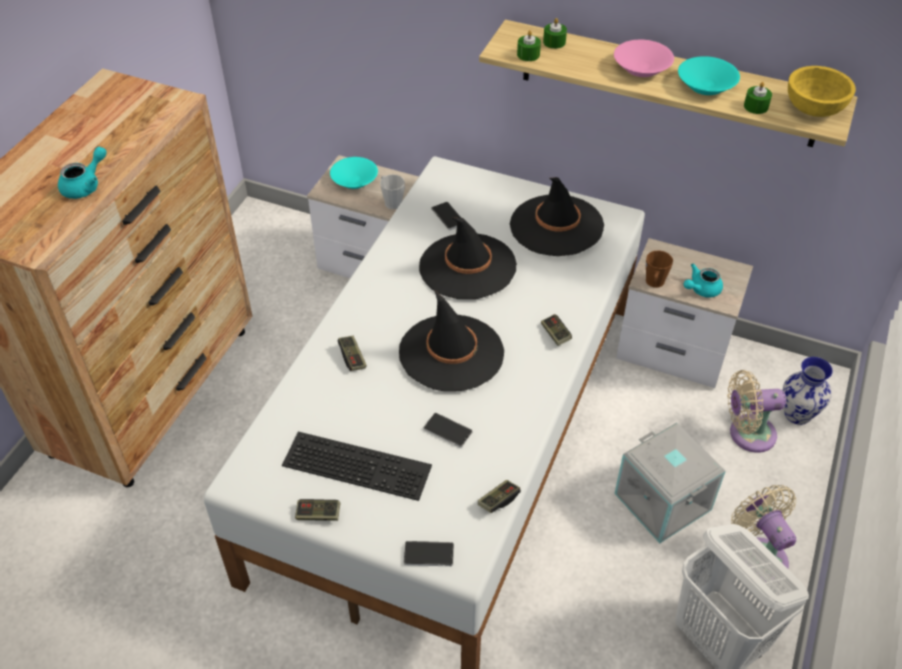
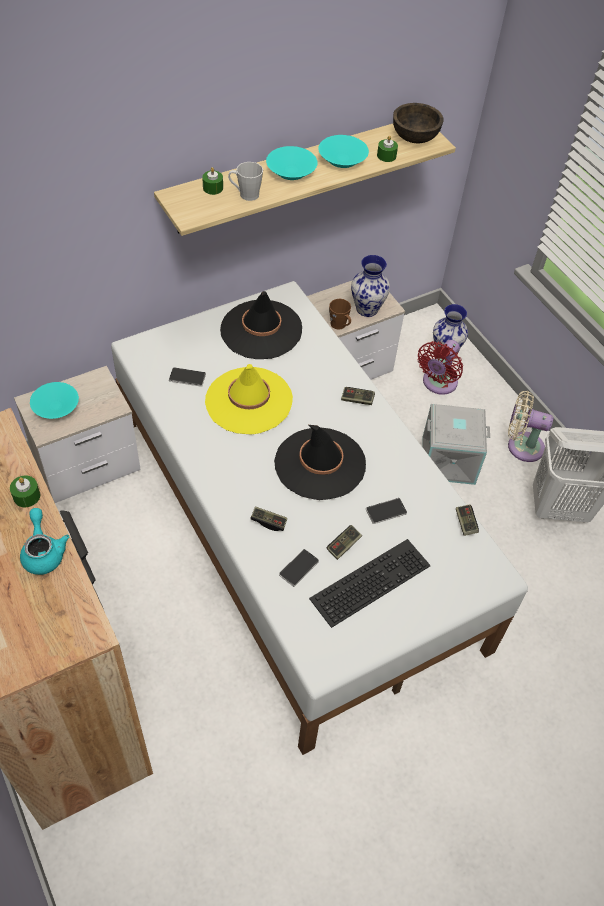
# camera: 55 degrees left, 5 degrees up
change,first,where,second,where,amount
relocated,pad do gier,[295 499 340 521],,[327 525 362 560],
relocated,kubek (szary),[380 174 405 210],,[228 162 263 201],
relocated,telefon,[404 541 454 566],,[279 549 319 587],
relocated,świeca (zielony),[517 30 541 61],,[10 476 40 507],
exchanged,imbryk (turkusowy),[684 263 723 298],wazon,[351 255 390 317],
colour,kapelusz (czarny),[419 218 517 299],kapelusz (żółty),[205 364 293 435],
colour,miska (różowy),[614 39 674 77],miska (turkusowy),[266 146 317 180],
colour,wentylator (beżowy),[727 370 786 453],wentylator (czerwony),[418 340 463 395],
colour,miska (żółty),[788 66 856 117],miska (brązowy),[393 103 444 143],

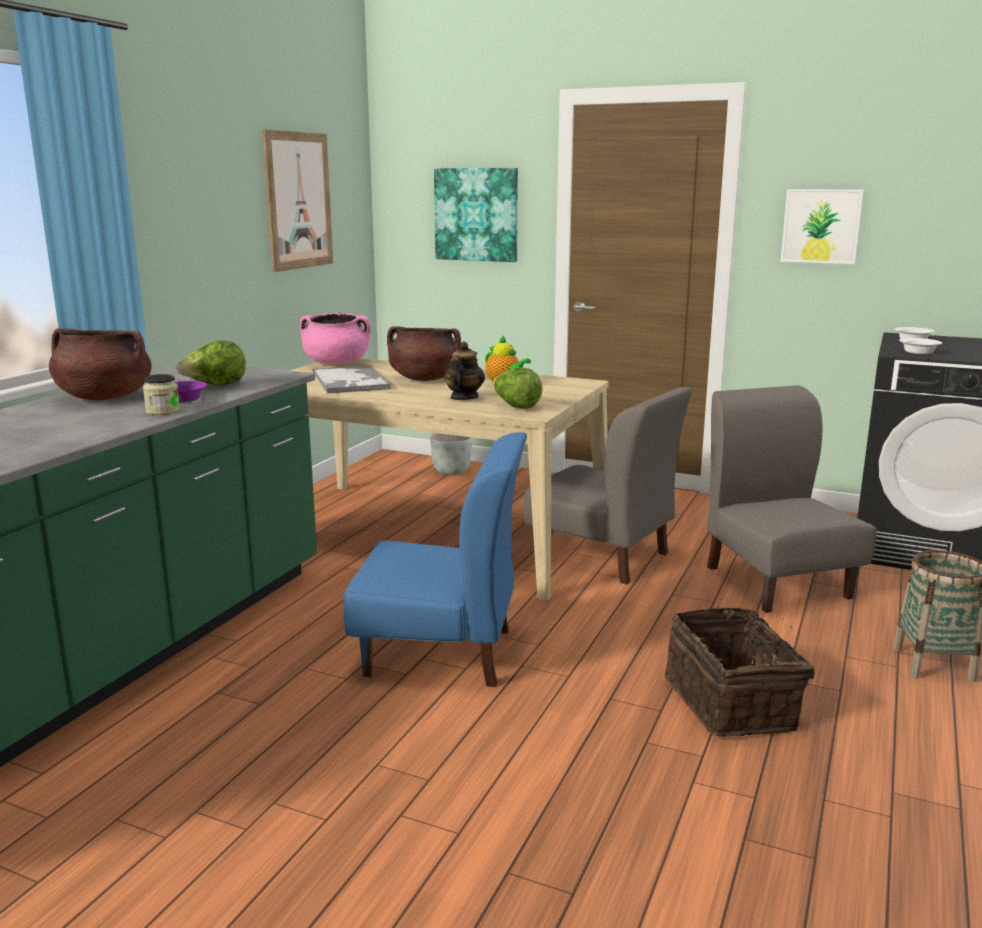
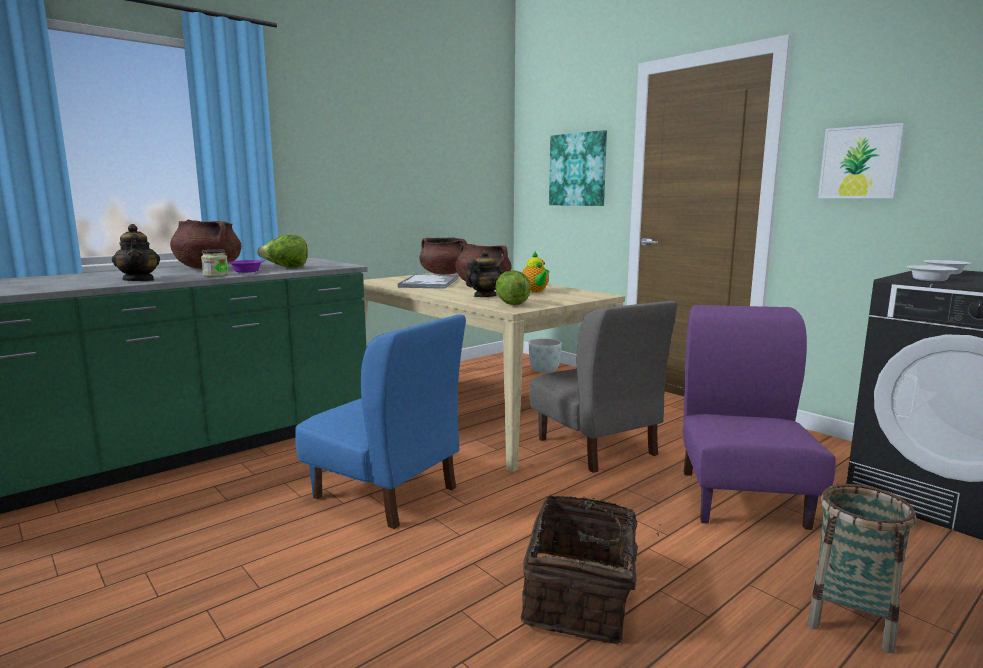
# camera: 25 degrees right, 5 degrees down
change,first,where,second,where,amount
missing,obraz,[262 130 333 272],,,
appeared,,,imbryk,[112 224 160 281],
colour,garnek (różowy),[300 313 371 364],garnek (brązowy),[419 238 467 275],
colour,krzesło (szary),[707 385 876 613],krzesło (fioletowy),[683 305 836 530],

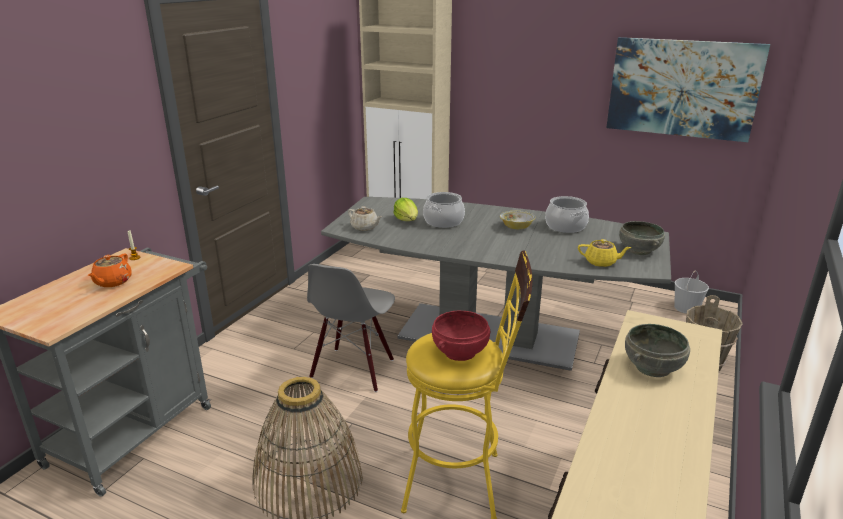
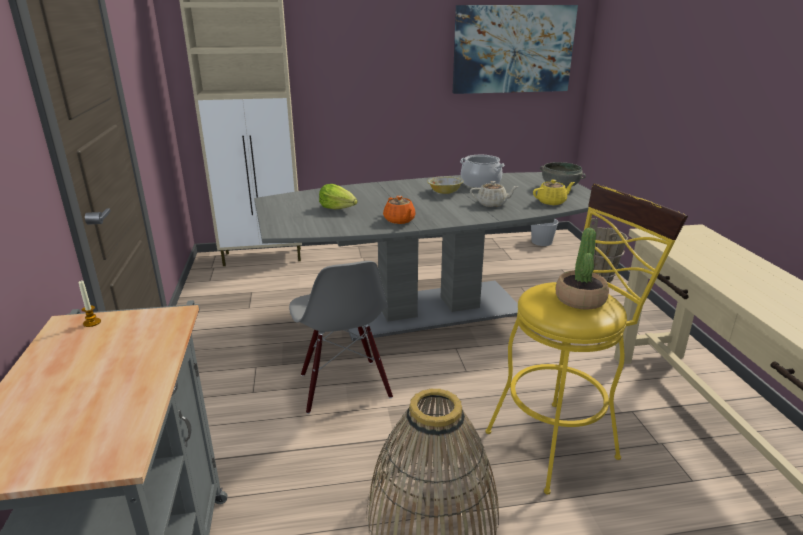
# camera: 35 degrees left, 0 degrees up
change,first,where,second,where,amount
missing,garnek,[423 192 465 228],,,
missing,miska (szary),[625 324 690 377],,,
relocated,imbryk (pomarańczowy),[88 254 132 287],,[383 196 416 224],
relocated,imbryk (beżowy),[348 206 383 231],,[470 181 519 207],
exchanged,miska (czerwony),[432 311 490 361],roślina doniczkowa,[556 228 609 310],

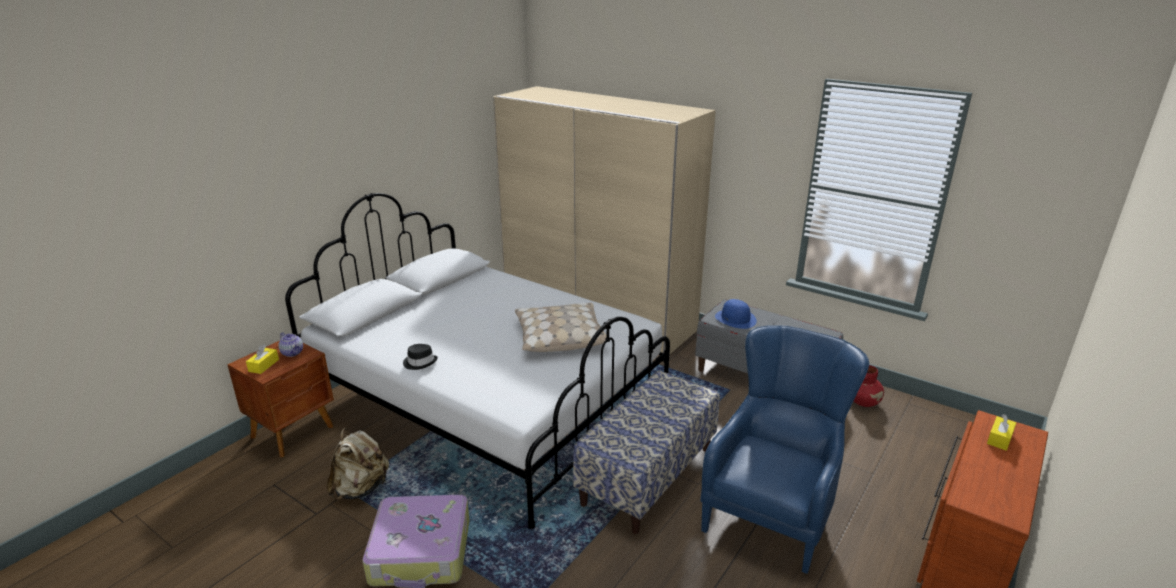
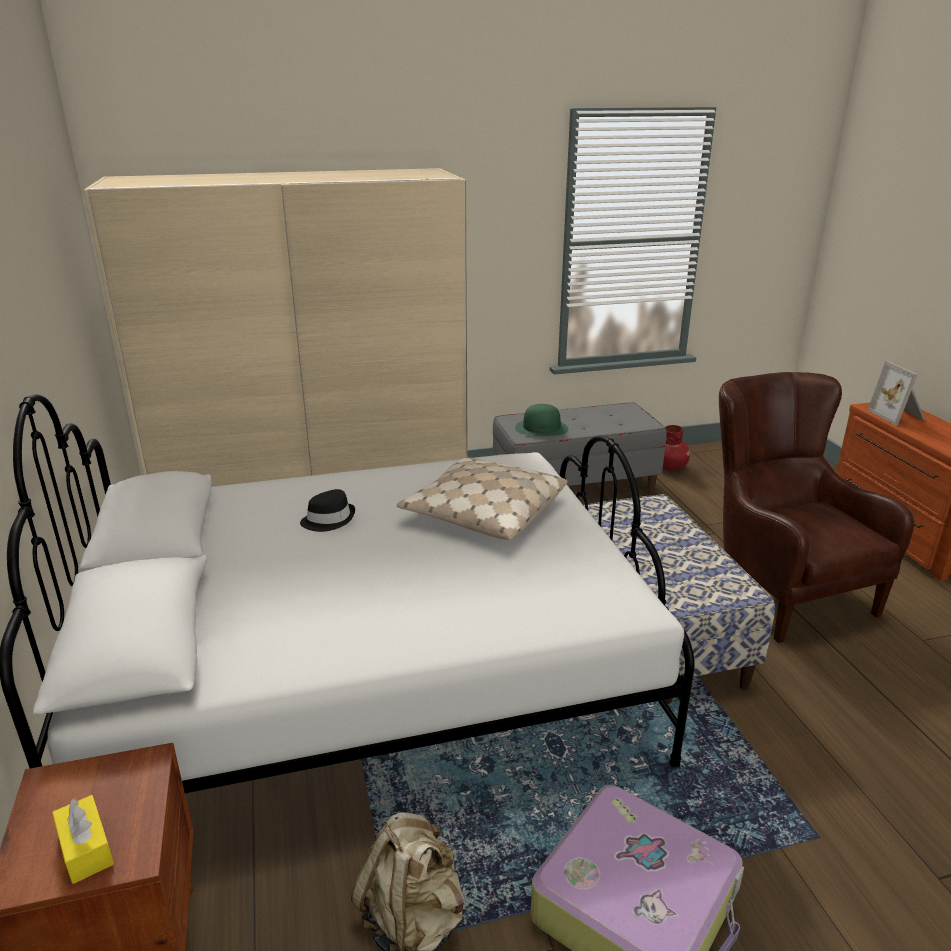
# camera: 50 degrees left, 0 degrees up
change,first,where,second,where,amount
missing,imbryk,[278 333 303 357],,,
relocated,kapelusz (czarny),[403 344 438 370],,[300 489 355 532],
exchanged,pudełko chusteczek (żółty),[987 414 1016 451],ramka na zdjęcie,[868 361 925 425],
colour,fotel (niebieski),[700 325 869 574],fotel (brązowy),[719 372 915 643],
colour,kapelusz (niebieski),[715 299 757 329],kapelusz (zielony),[515 404 569 436],

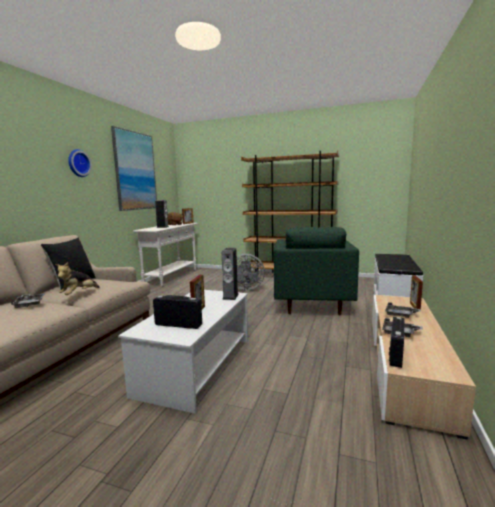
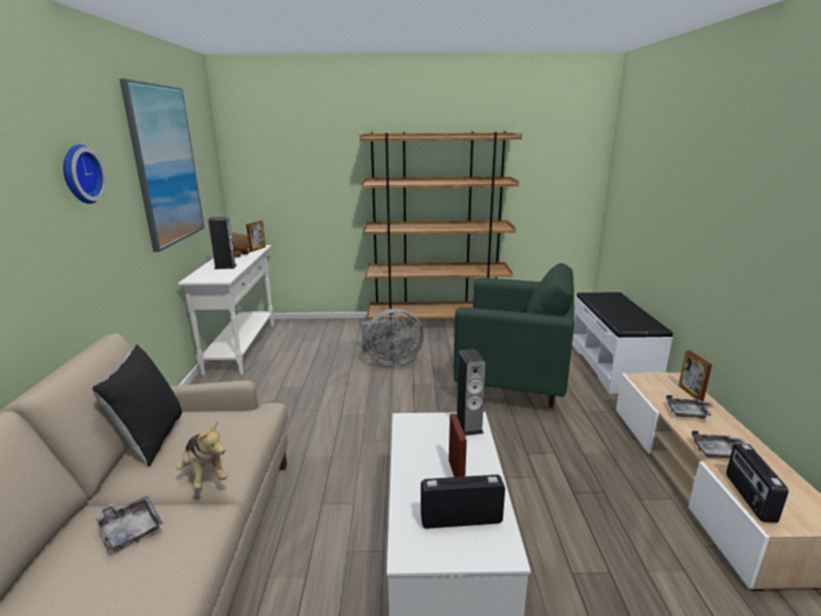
# camera: 20 degrees left, 10 degrees up
change,first,where,second,where,amount
spun,pluszak,[55 262 99 295],,[176 421 227 489],45 degrees counterclockwise
spun,fotel (zielony),[274 227 359 315],,[454 263 574 408],60 degrees counterclockwise

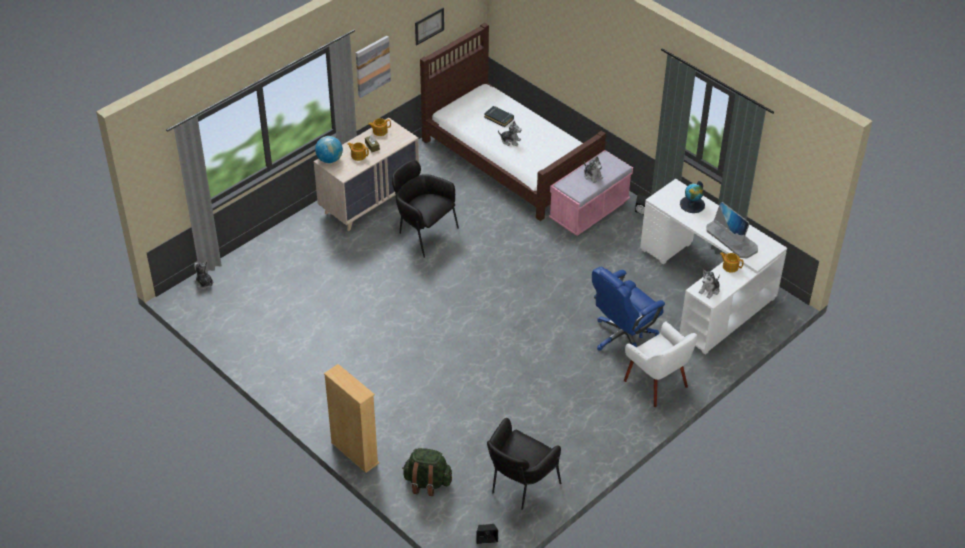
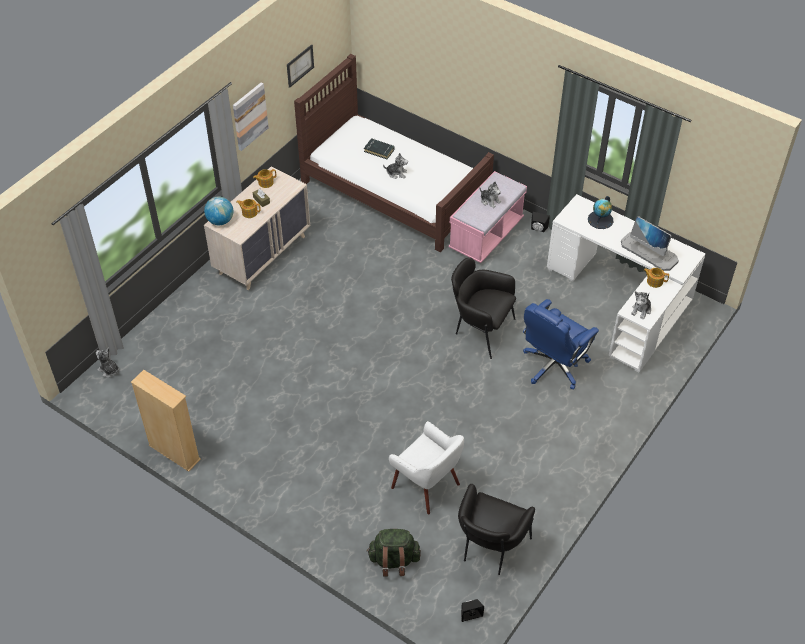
# camera: 10 degrees left, 5 degrees up
change,first,where,second,where,amount
relocated,regał (beżowy),[324 364 379 473],,[131 370 201 472],
relocated,fotel (czarny),[392 160 459 258],,[451 257 516 359],
relocated,fotel (biały),[624 322 697 407],,[389 421 464 514],

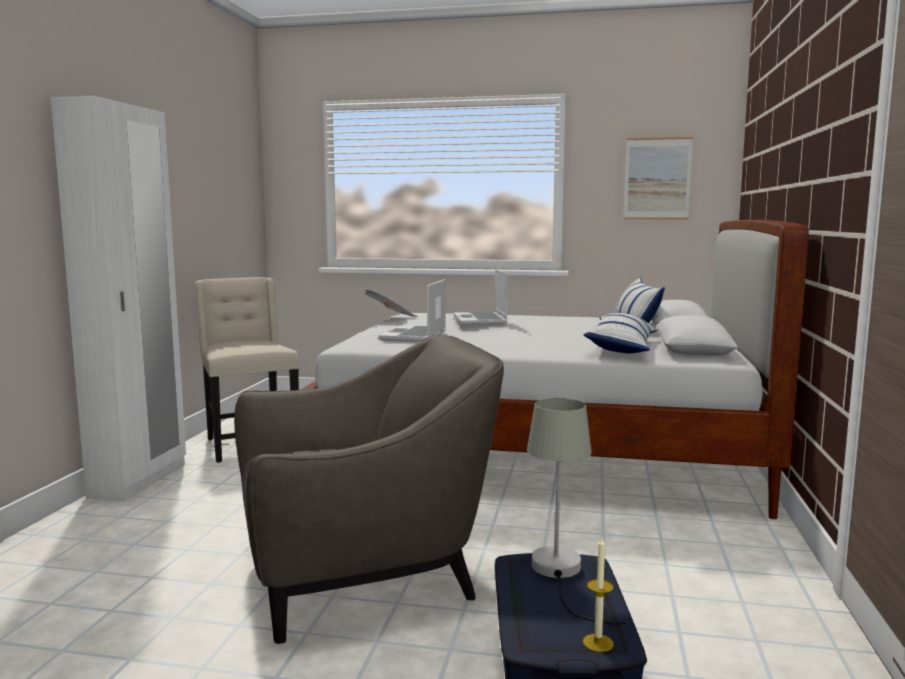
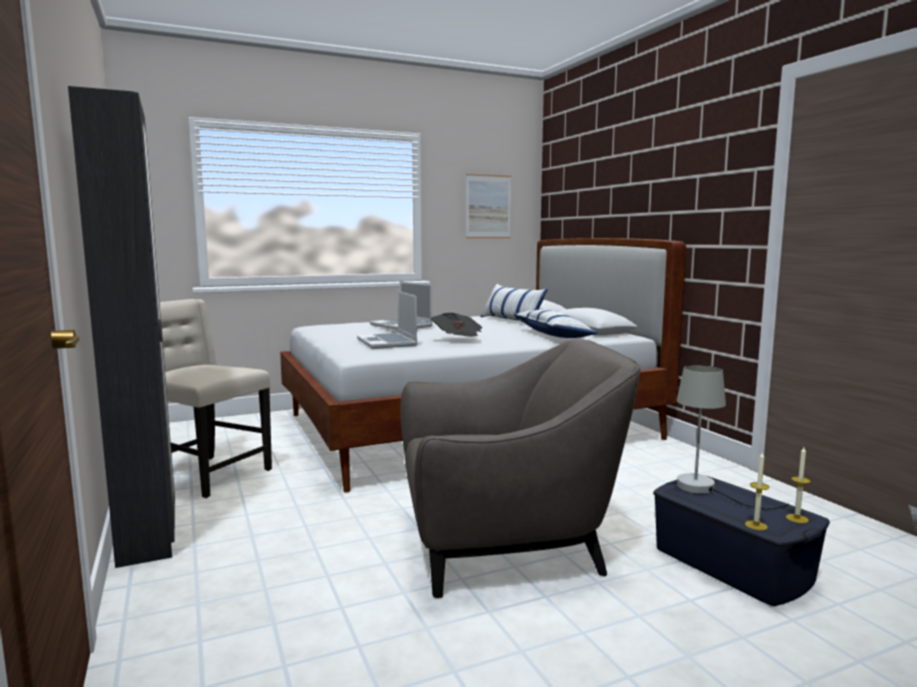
# camera: 35 degrees left, 0 degrees up
change,first,where,second,where,amount
appeared,,,świeca,[745 451 769 531],
relocated,gazeta,[364 290 418 317],,[431 313 482 337],
colour,szafa (biały),[51 96 186 501],szafa (czarny),[68 86 175 568],
spun,fotel (szary),[234 335 504 644],,[400 339 640 598],45 degrees clockwise

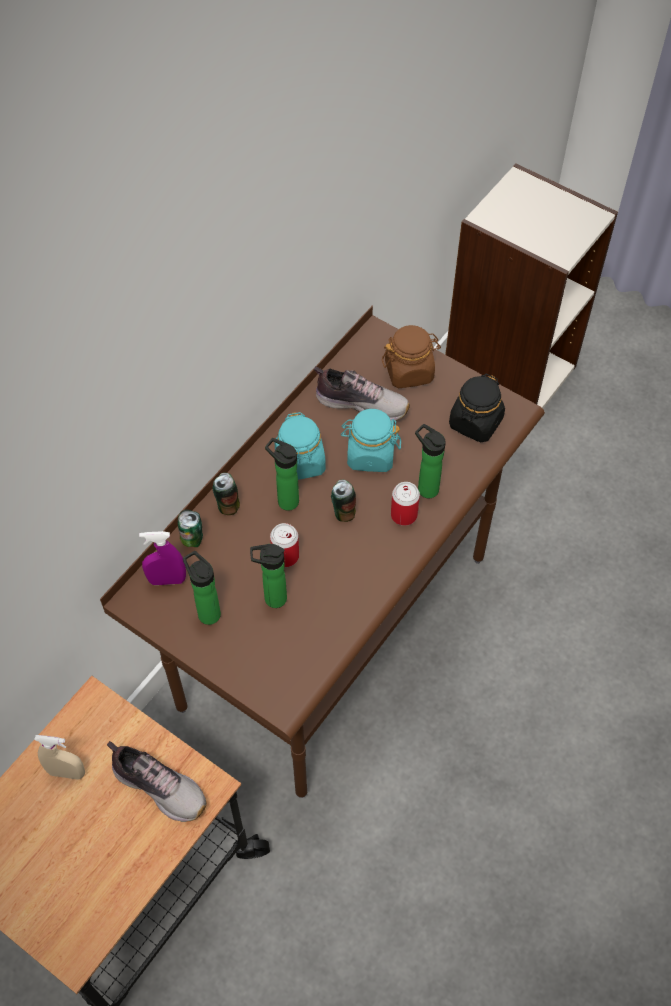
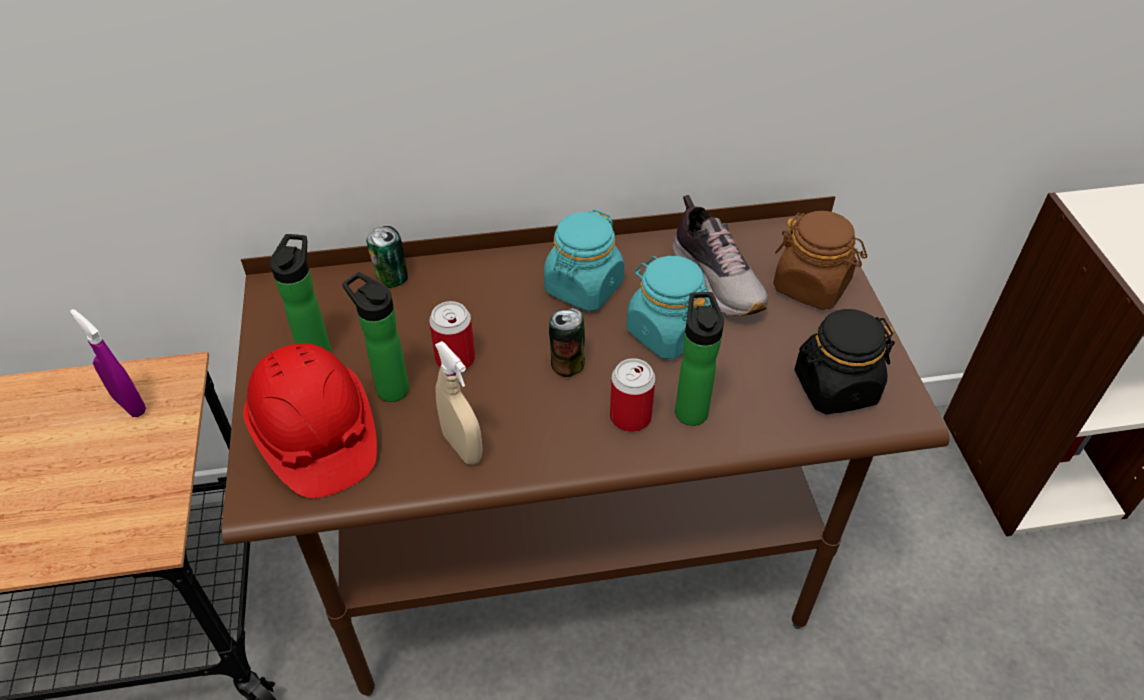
# camera: 45 degrees right, 10 degrees down
change,first,where,second,where,amount
missing,but,[107 741 207 822],,,
missing,puszka,[212 473 240 515],,,
missing,butelka,[265 438 299 511],,,
appeared,,,kask (czerwony),[243 343 377 498],
relocated,spryskiwacz (beżowy),[34 735 85 780],,[435 341 483 465],
relocated,spryskiwacz (fioletowy),[139 531 186 585],,[70 309 146 417],

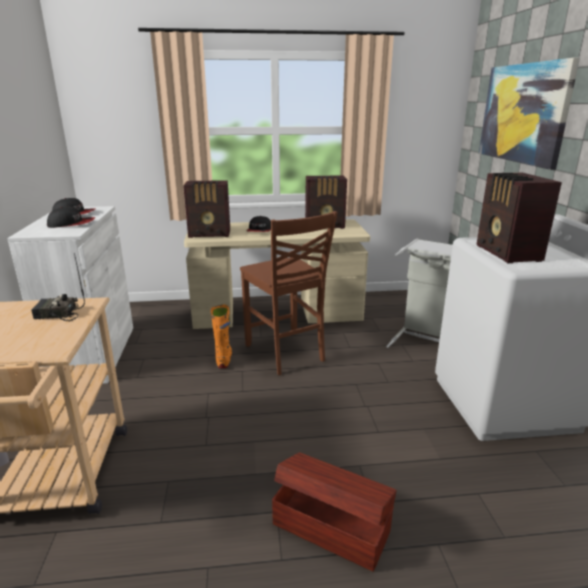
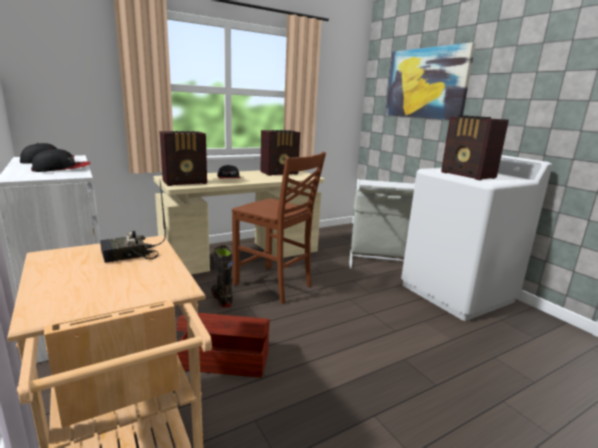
# camera: 25 degrees left, 5 degrees down
change,first,where,second,where,amount
relocated,pojemnik do przechowywania (brązowy),[272 452 396 572],,[176 313 270 378],
colour,but z cholewką (pomarańczowy),[211 305 232 368],but z cholewką (czarny),[211 245 233 308],

